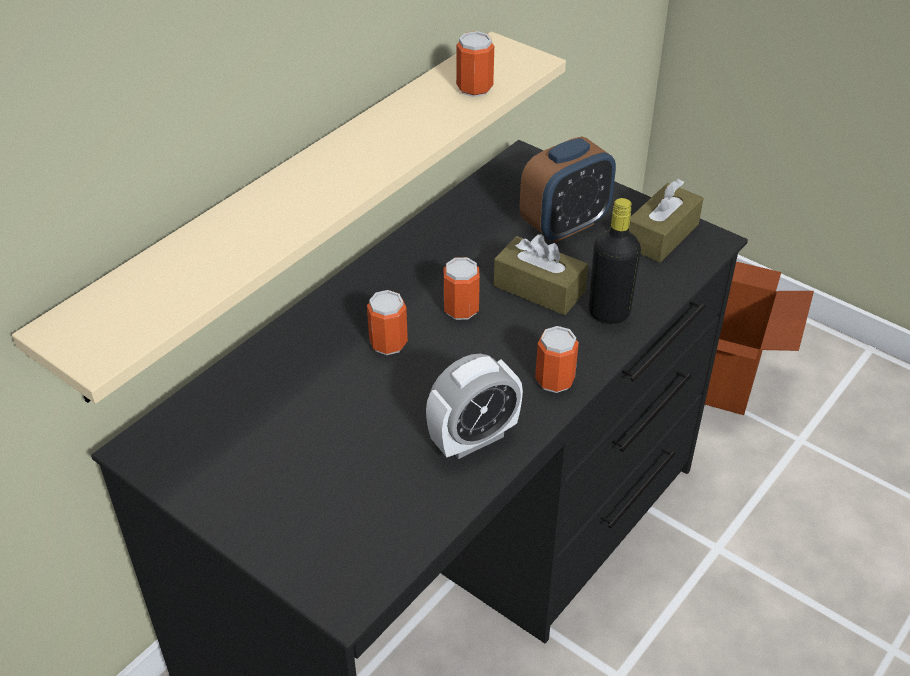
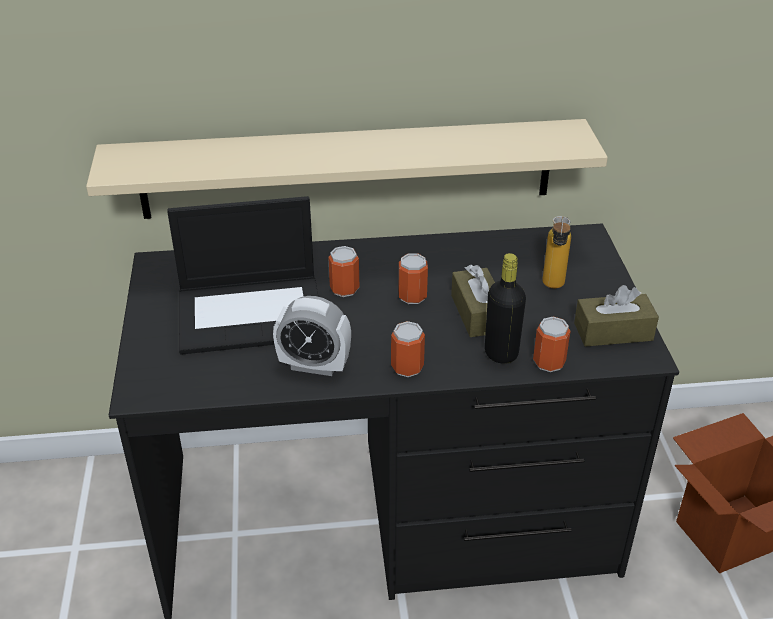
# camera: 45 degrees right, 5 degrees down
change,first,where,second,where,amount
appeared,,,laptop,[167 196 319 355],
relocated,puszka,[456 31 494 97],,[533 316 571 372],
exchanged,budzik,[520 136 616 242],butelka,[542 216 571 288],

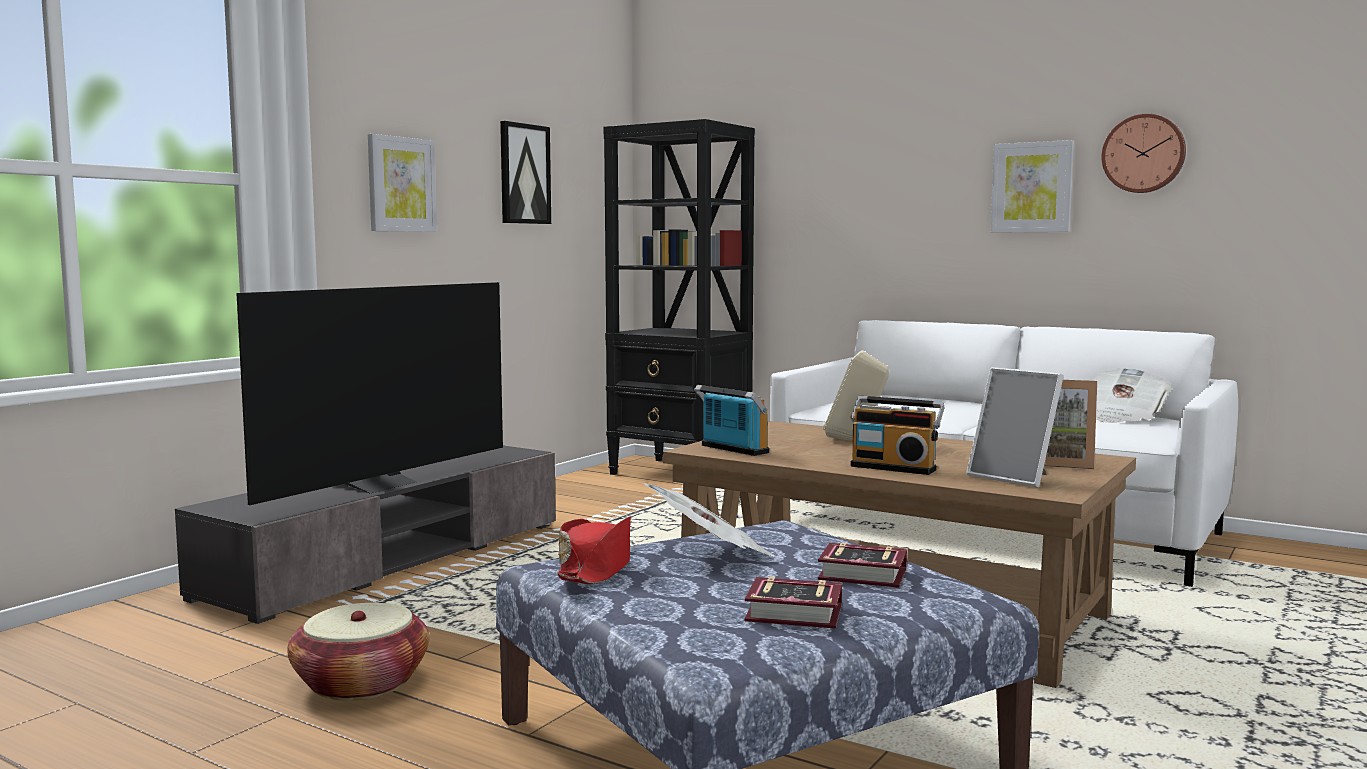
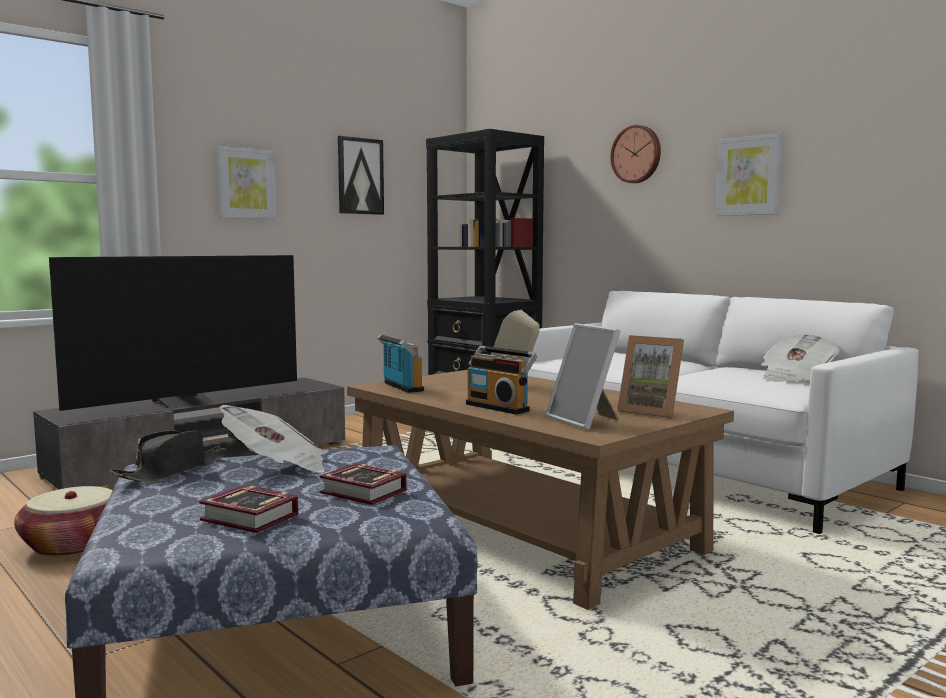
# camera: 15 degrees right, 0 degrees up
change,first,where,second,where,amount
relocated,zegar ścienny,[1102 114 1186 193],,[610 125 661 183],
colour,kapelusz (czerwony),[558 516 631 584],kapelusz (czarny),[110 430 227 482],

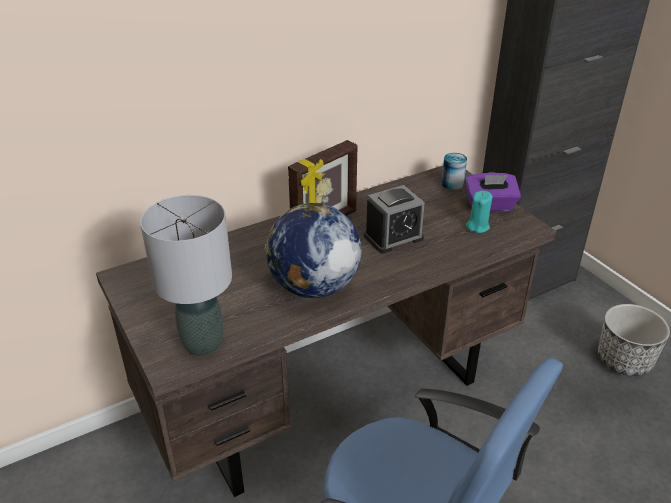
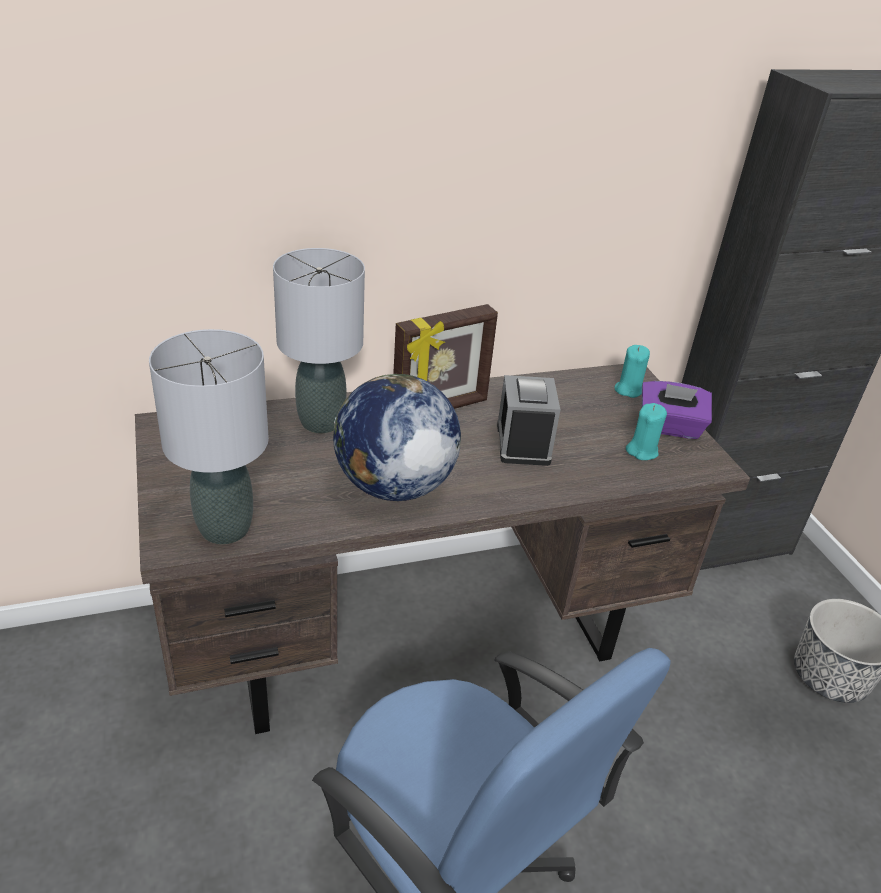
# camera: 10 degrees right, 0 degrees up
change,first,where,second,where,amount
appeared,,,lampa stołowa (szary),[273 248 365 433],
exchanged,puszka,[441 153 467 190],świeca (turkusowy),[615 345 650 398],
spun,budzik,[364 185 425 253],,[497 375 560 466],105 degrees clockwise

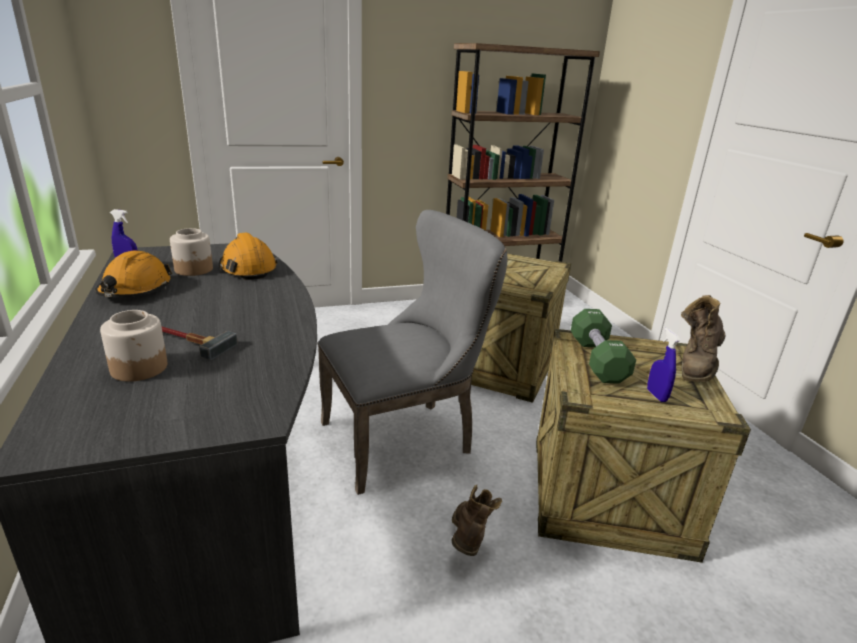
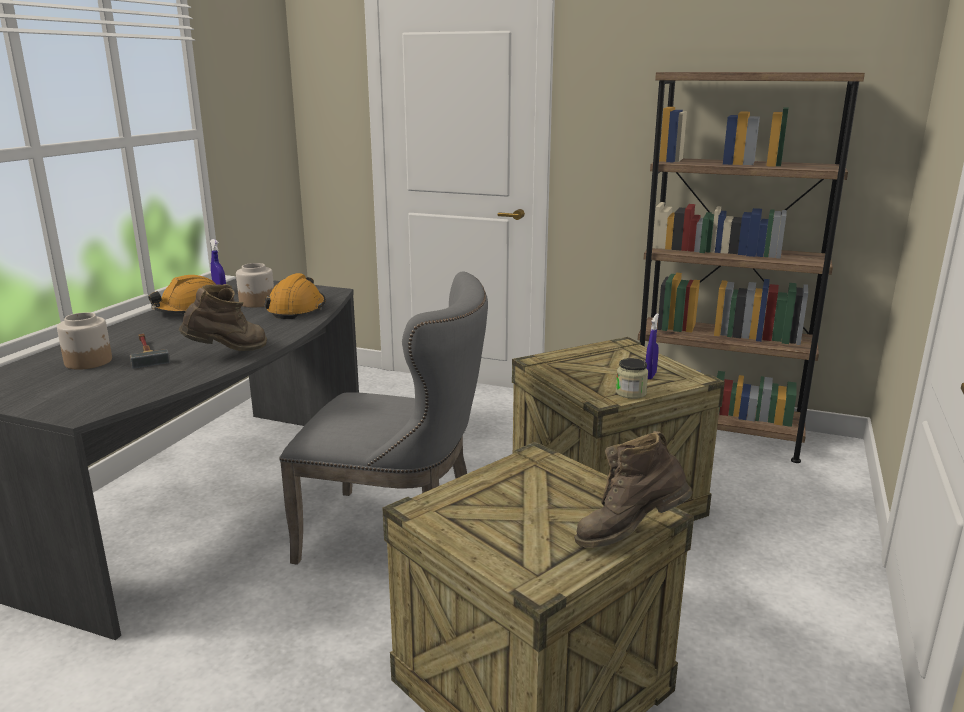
# camera: 40 degrees right, 5 degrees down
change,first,where,second,where,amount
missing,hantel (zielony),[571 309 636 384],,,
appeared,,,słoik,[616 358 648 399],
relocated,but z cholewką (brązowy),[452 485 502 556],,[179 284 267 351],
relocated,spryskiwacz (niebieski),[647 328 681 402],,[646 313 659 379],

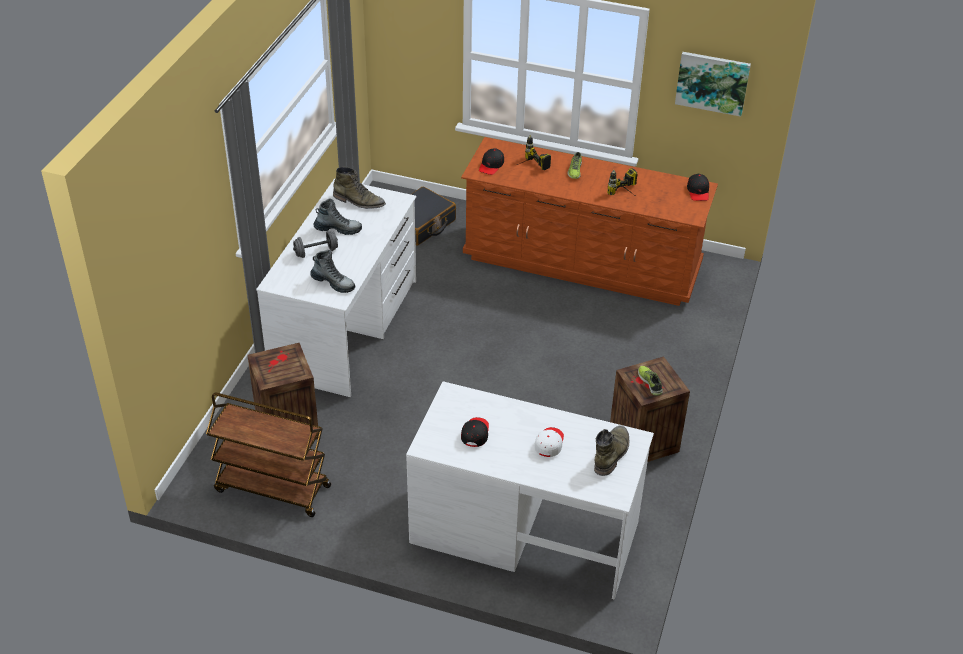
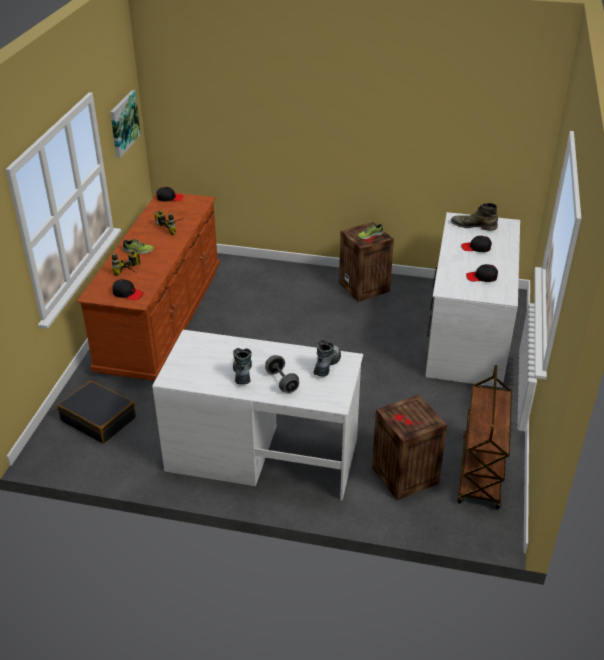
# camera: 95 degrees left, 5 degrees down
change,first,where,second,where,amount
missing,but z cholewką (zielony),[333 167 386 209],,,
colour,czapka z daszkiem (biały),[535 427 564 457],czapka z daszkiem (czarny),[462 236 492 252],

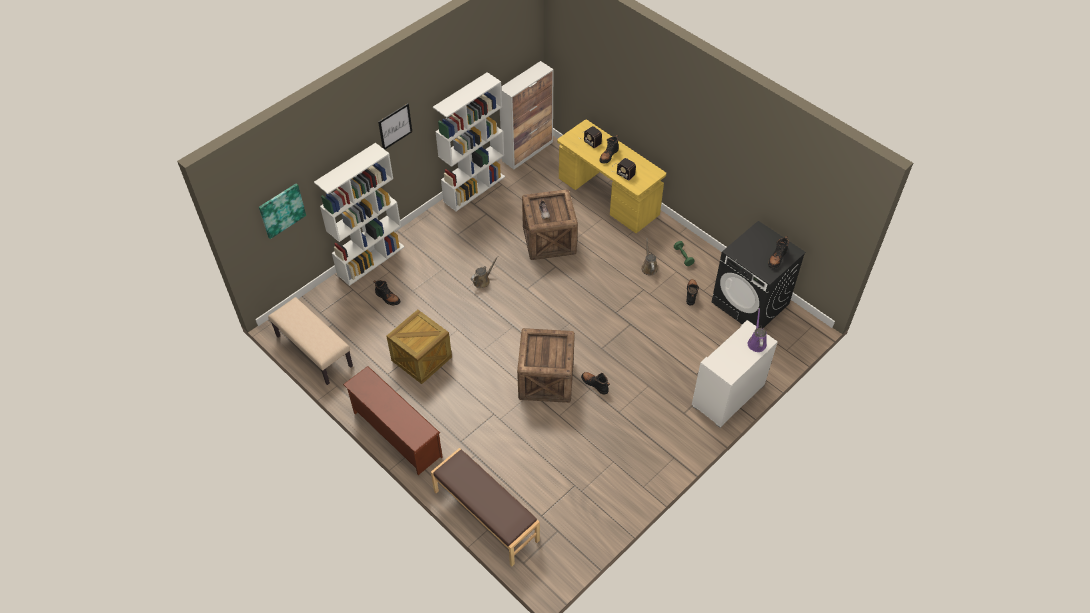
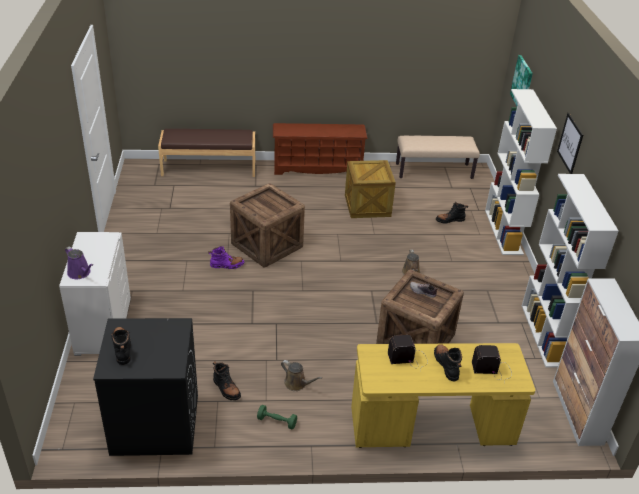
# camera: 130 degrees right, 15 degrees down
change,first,where,second,where,amount
colour,but z cholewką (czarny),[581 372 610 395],but z cholewką (fioletowy),[208 246 244 269],

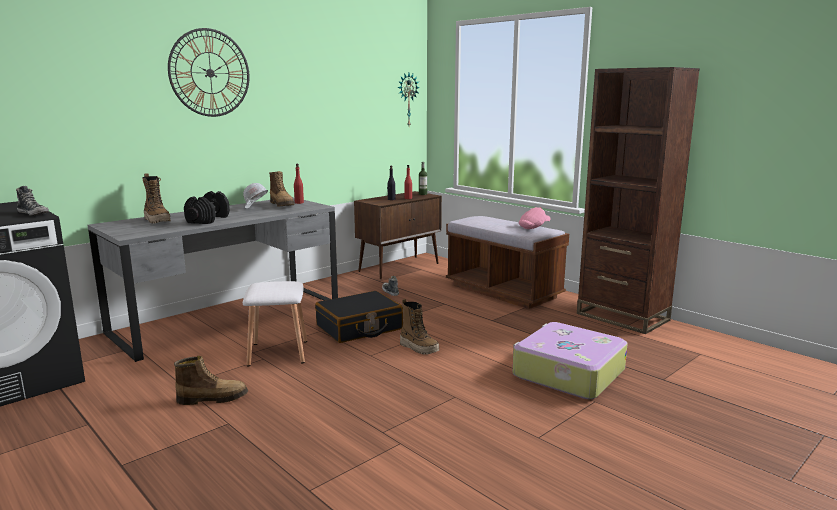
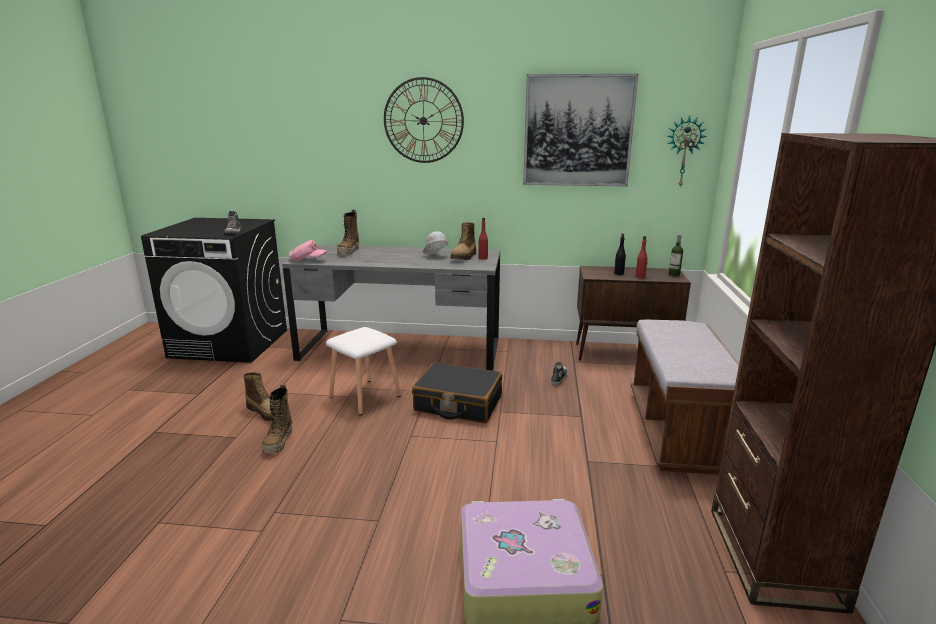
# camera: 50 degrees right, 5 degrees up
change,first,where,second,where,amount
missing,hantel (czarny),[184 191 230 224],,,
appeared,,,obraz,[523 74 638 186],
relocated,but z cholewką,[400 299 439 355],,[262 384 292 454],
relocated,czapka z daszkiem (różowy),[519 207 550 229],,[289 240 327 261],

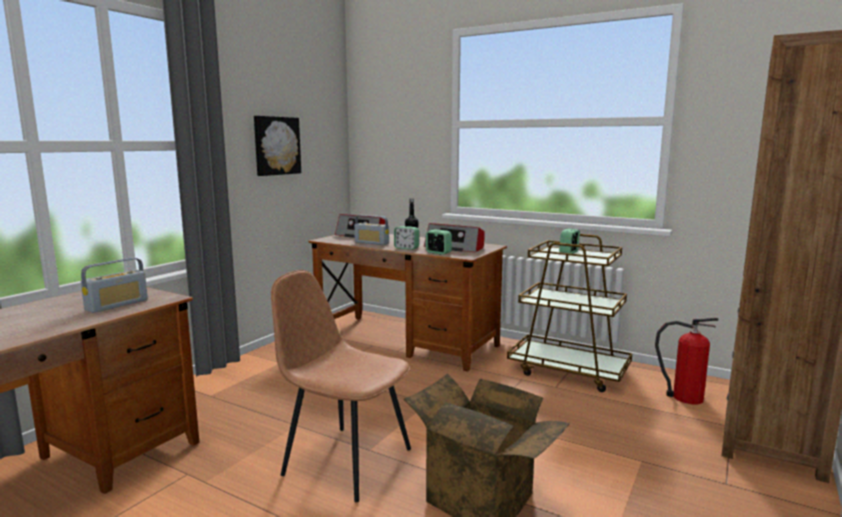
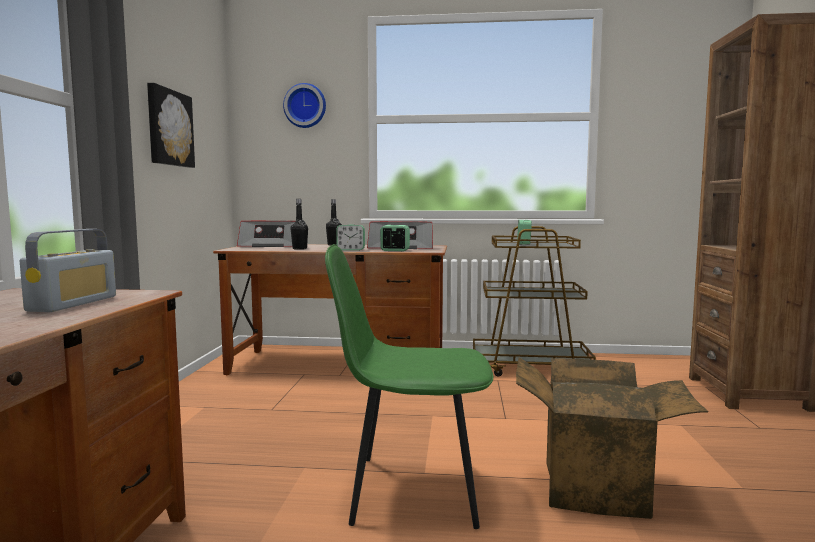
# camera: 25 degrees left, 5 degrees down
change,first,where,second,where,amount
missing,gaśnica,[655 318 719 404],,,
appeared,,,zegar ścienny,[283 83 326 128],
exchanged,radio,[354 215 389 245],butelka (czarny),[291 199 308 250],
colour,krzesło (brązowy),[271 270 411 502],krzesło (zielony),[325 244 493 529],

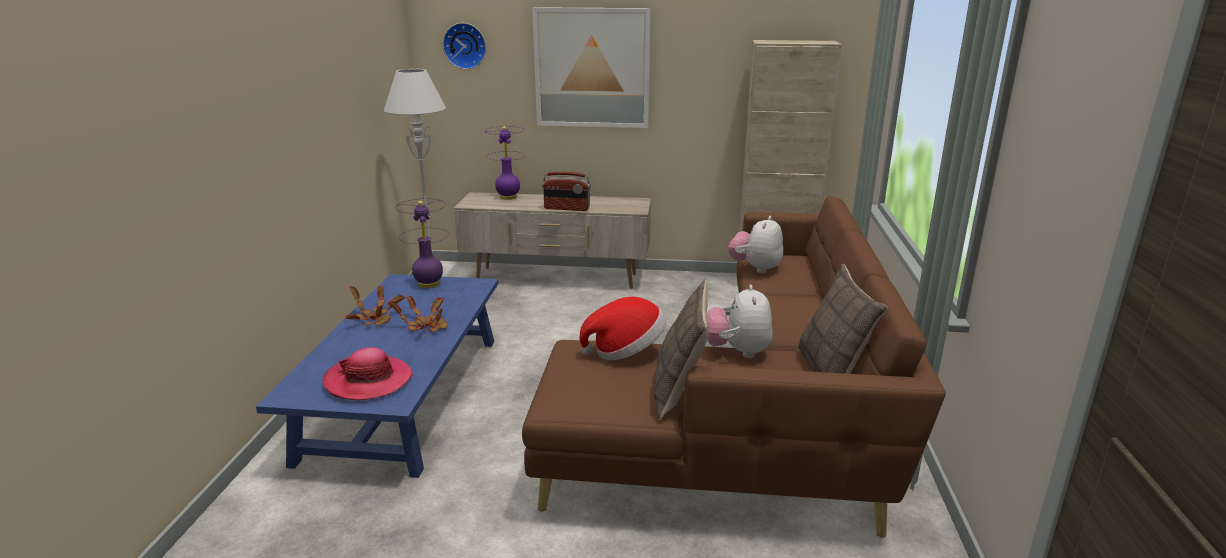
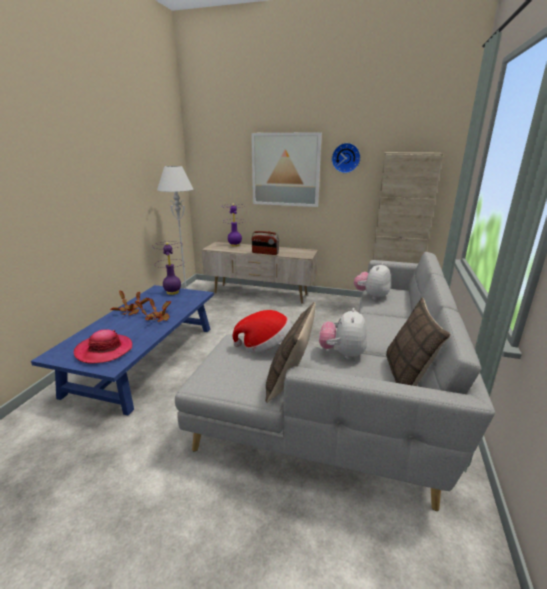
# camera: 10 degrees right, 0 degrees up
change,first,where,second,where,amount
relocated,zegar ścienny,[443 23 486 69],,[332 143 361 173],
colour,kanapa (brązowy),[522 196 946 537],kanapa (szary),[175 252 495 511],

